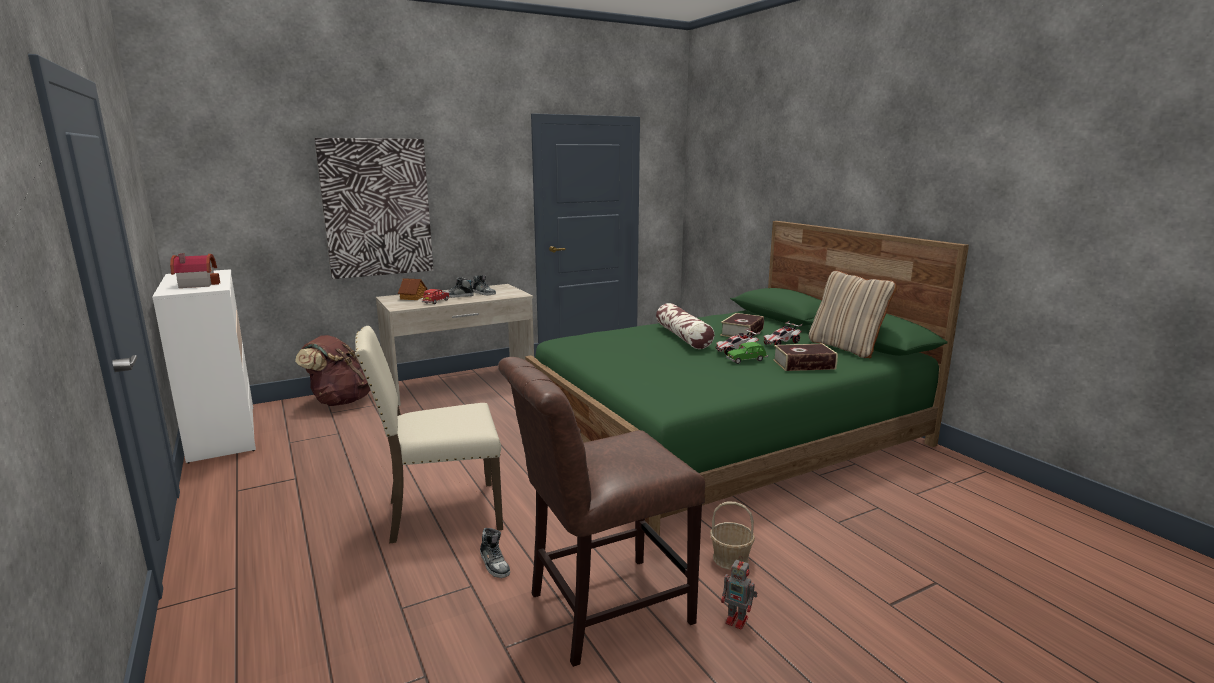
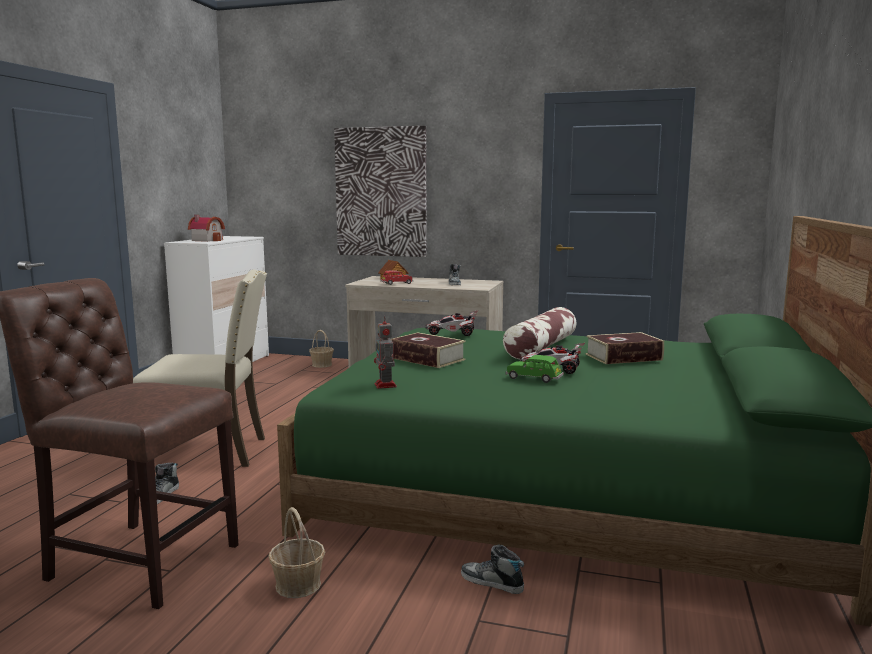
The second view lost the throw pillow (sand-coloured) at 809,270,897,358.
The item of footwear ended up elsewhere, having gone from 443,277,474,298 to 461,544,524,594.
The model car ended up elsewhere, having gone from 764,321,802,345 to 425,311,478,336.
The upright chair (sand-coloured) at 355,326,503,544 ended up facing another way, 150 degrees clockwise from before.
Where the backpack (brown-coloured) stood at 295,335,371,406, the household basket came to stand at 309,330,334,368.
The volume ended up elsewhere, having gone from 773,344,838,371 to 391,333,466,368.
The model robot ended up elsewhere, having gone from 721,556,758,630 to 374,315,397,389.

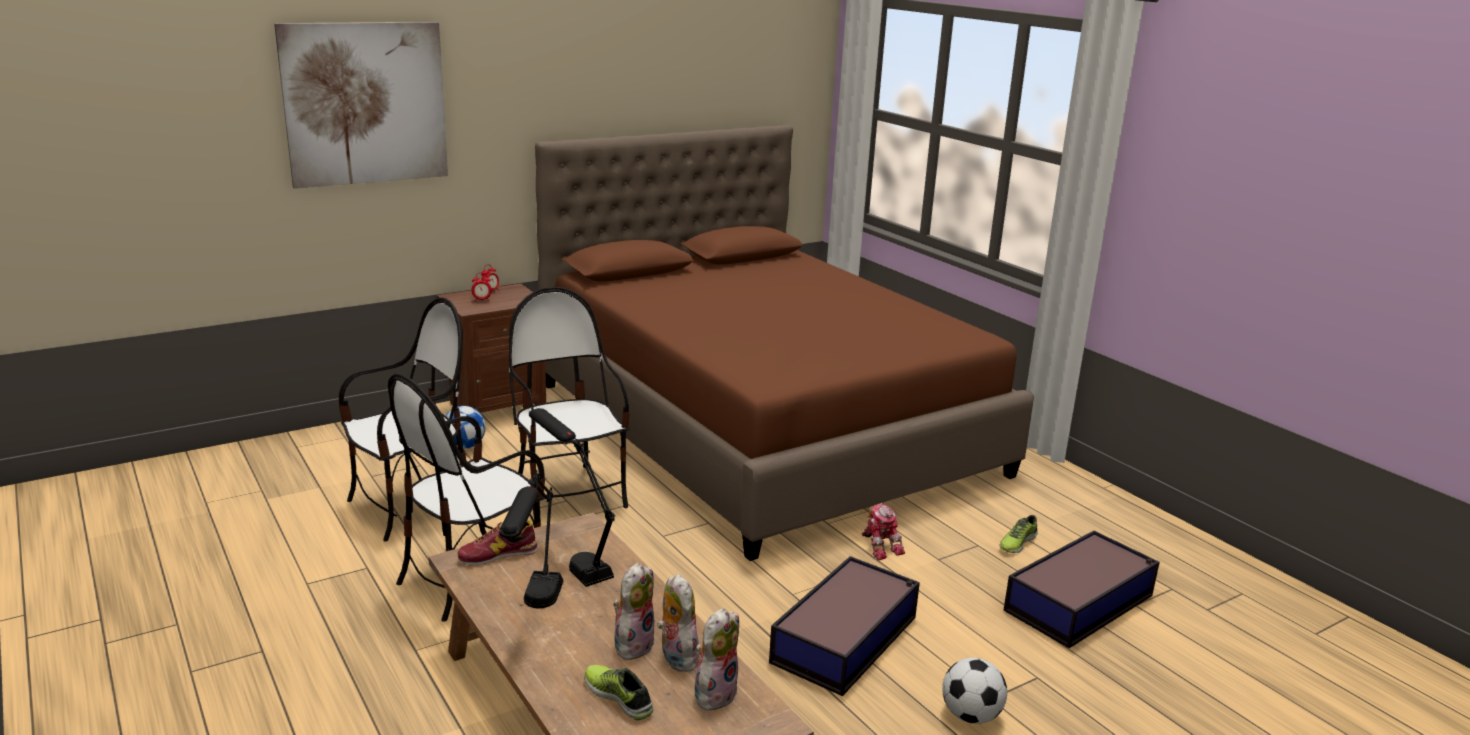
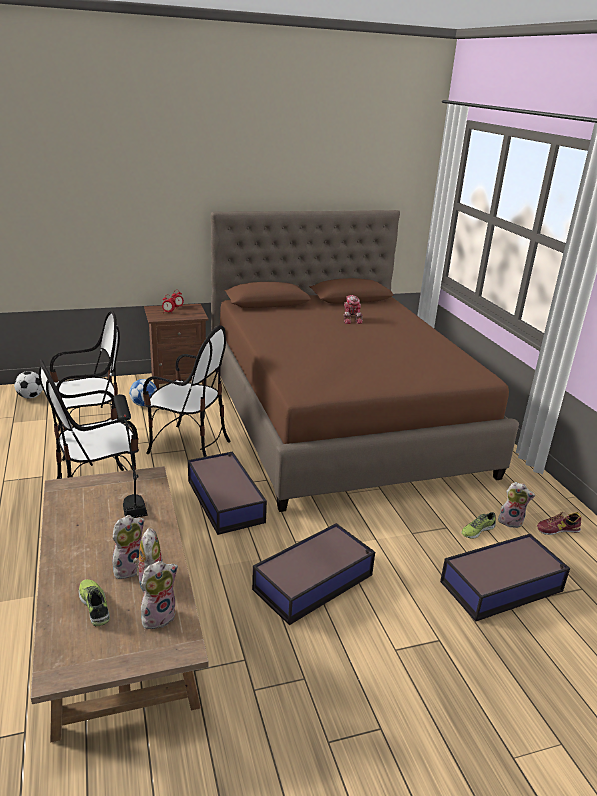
The second view lost the wall art at 274,22,448,189.
The upright chair at 509,287,630,521 ended up facing another way, 120 degrees clockwise from before.
The second view lost the lamp for a table (black) at 499,470,563,608.
The model robot ended up elsewhere, having gone from 862,504,905,560 to 343,295,363,324.
The item of footwear ended up elsewhere, having gone from 458,520,539,566 to 537,512,581,535.
The football ball ended up elsewhere, having gone from 942,658,1007,724 to 14,371,43,398.
The second view gained the storage bin at 188,451,267,535.
The second view gained the cuddly toy at 498,482,535,528.

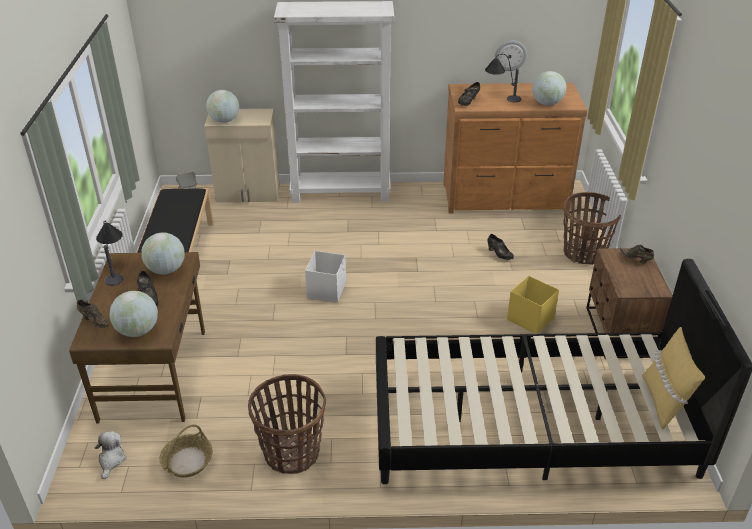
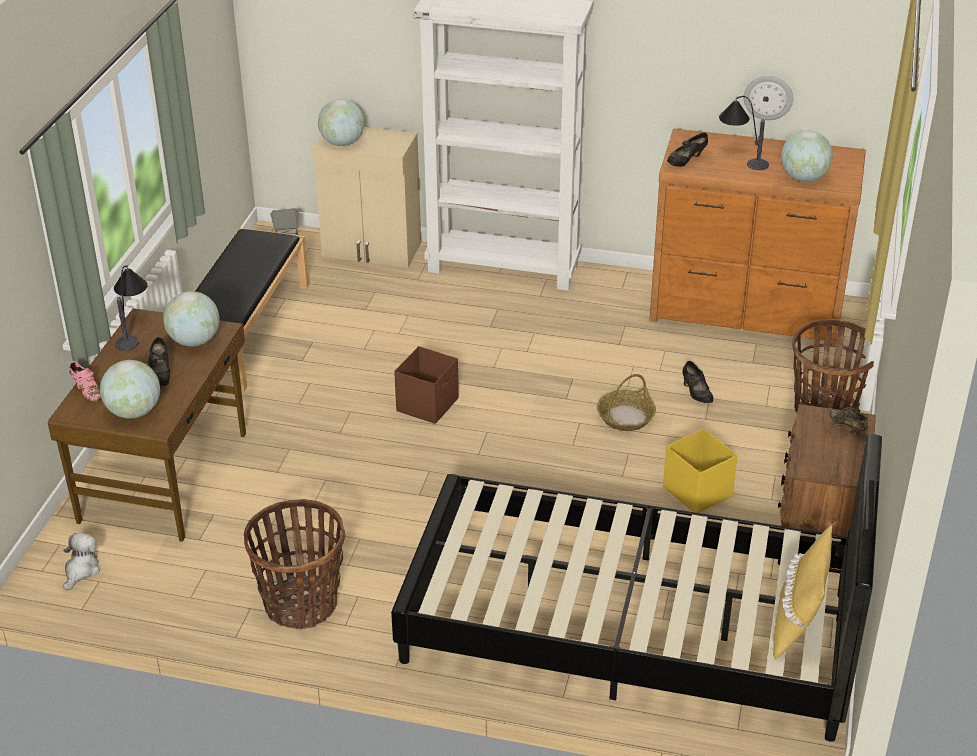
What was the storage bin (white) at 305,251,346,303 turned into the storage bin (brown-coloured) at 394,346,459,424.
What was the item of footwear (brown-coloured) at 77,299,108,328 turned into the item of footwear (pink-coloured) at 69,361,101,401.
The household basket ended up elsewhere, having gone from 159,424,213,477 to 597,374,656,431.

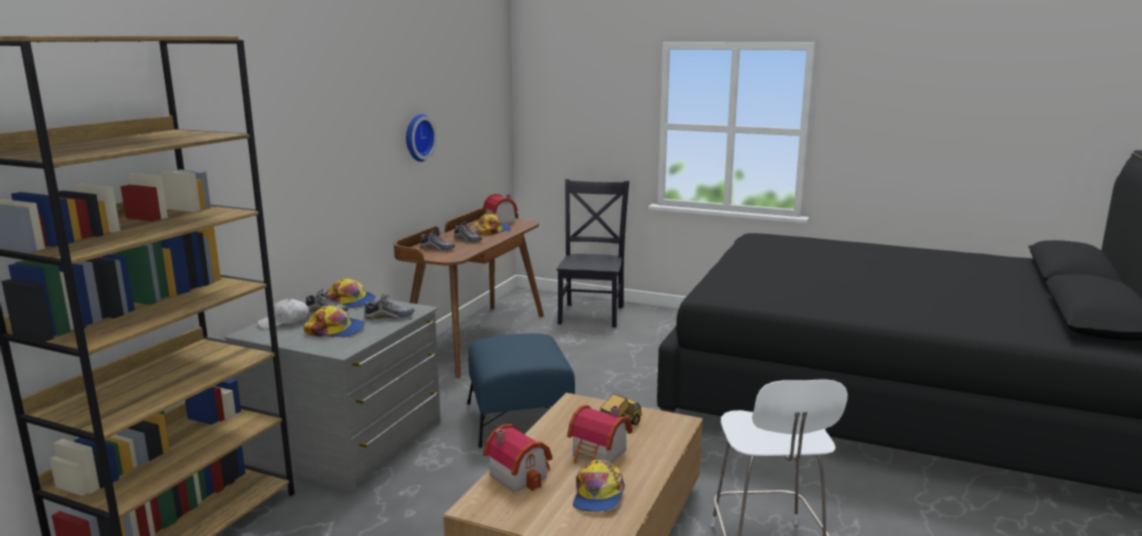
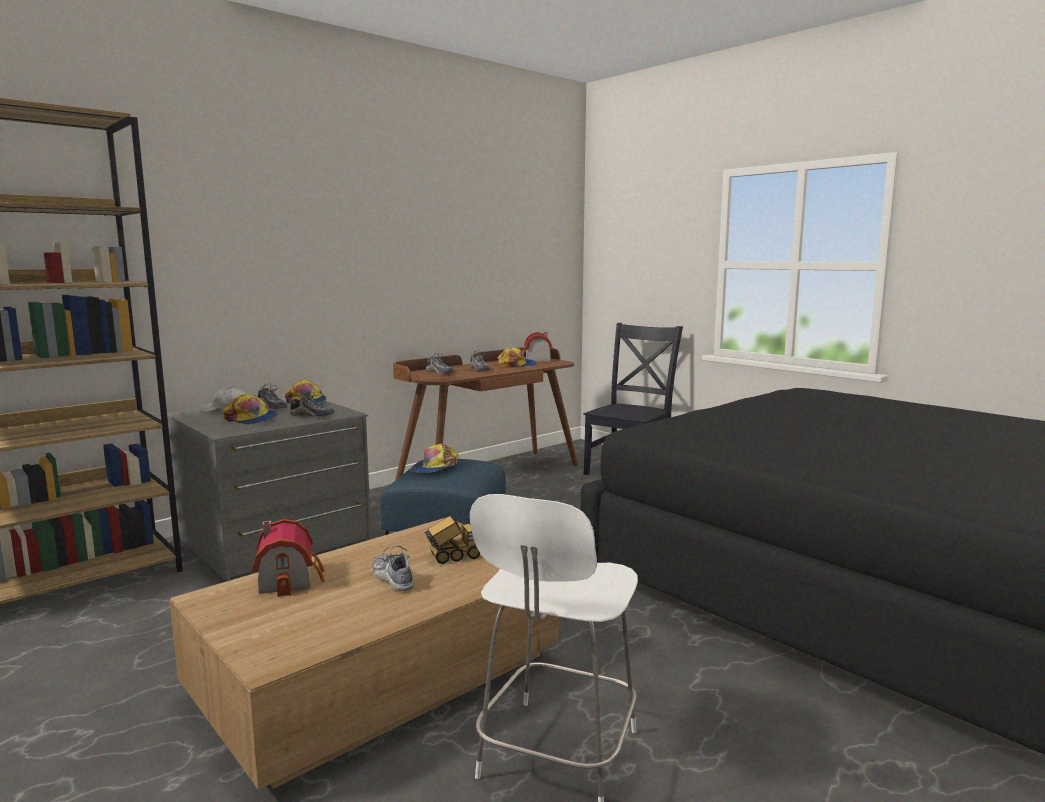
The second view lost the wall clock at 406,114,437,162.
Where the miniature house stood at 567,405,633,464, the item of footwear came to stand at 373,545,414,591.
The cap ended up elsewhere, having gone from 573,460,625,512 to 410,444,459,473.

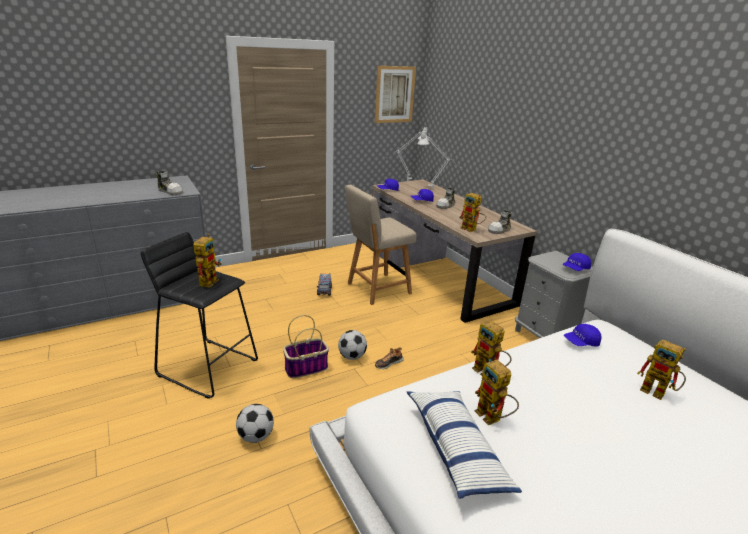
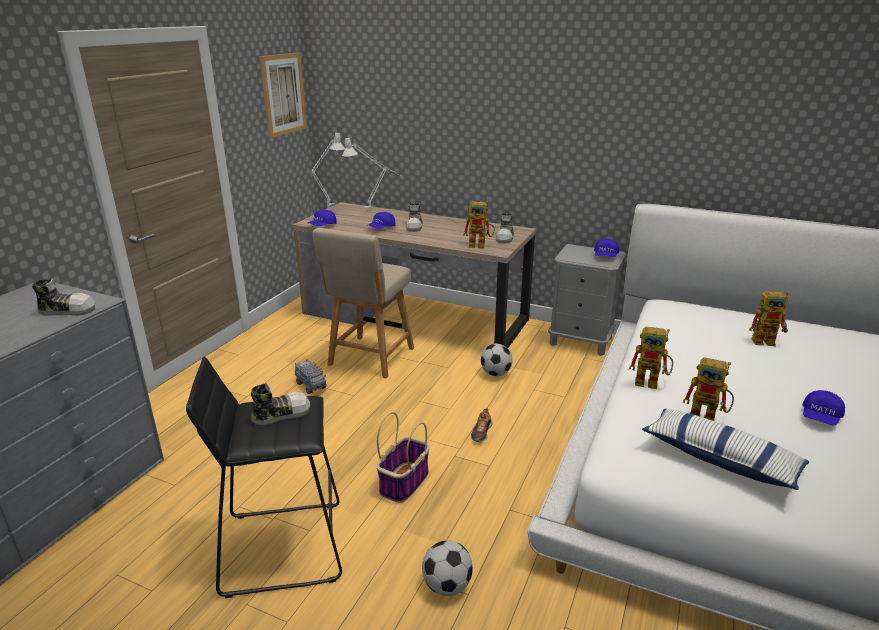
Where the model robot stood at 194,234,222,288, the item of footwear came to stand at 250,383,310,425.
The cap (blue) ended up elsewhere, having gone from 564,324,601,347 to 802,390,845,426.
The football ball ended up elsewhere, having gone from 338,330,367,360 to 481,344,513,376.

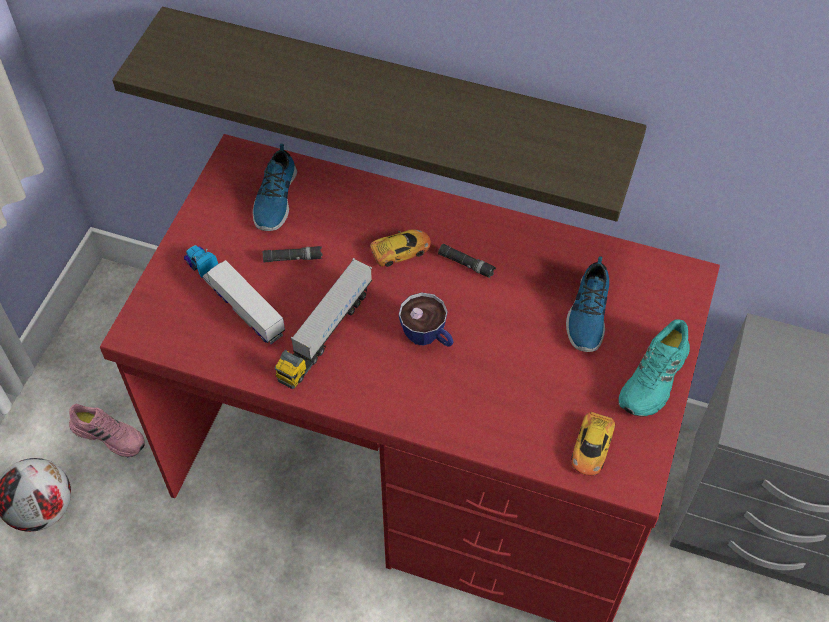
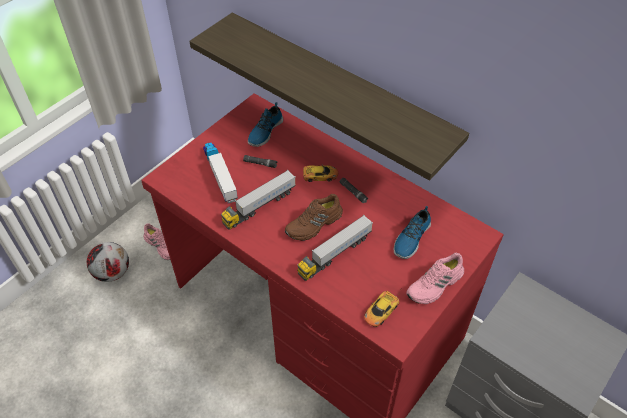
Where the cup stood at 399,292,454,347, the item of footwear (brown-coloured) came to stand at 285,194,343,241.
What was the item of footwear (turquoise-coloured) at 619,319,690,417 turned into the item of footwear (pink-coloured) at 406,253,464,304.
The second view gained the model truck at 297,215,373,281.

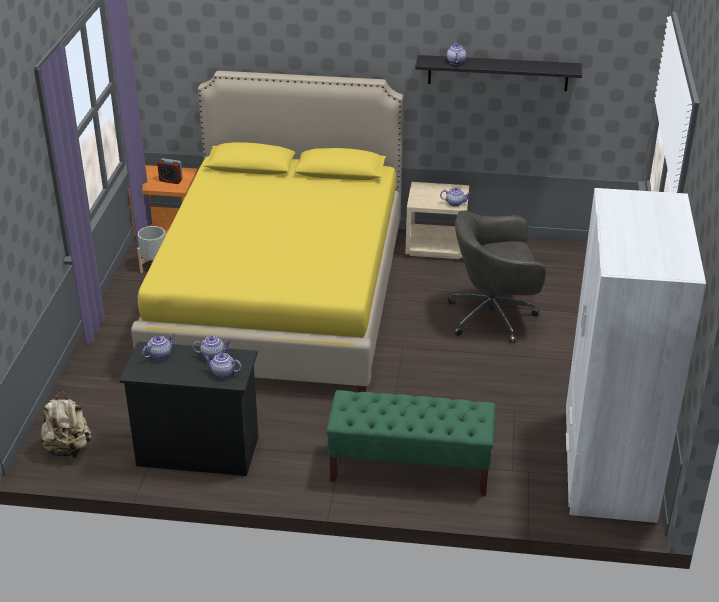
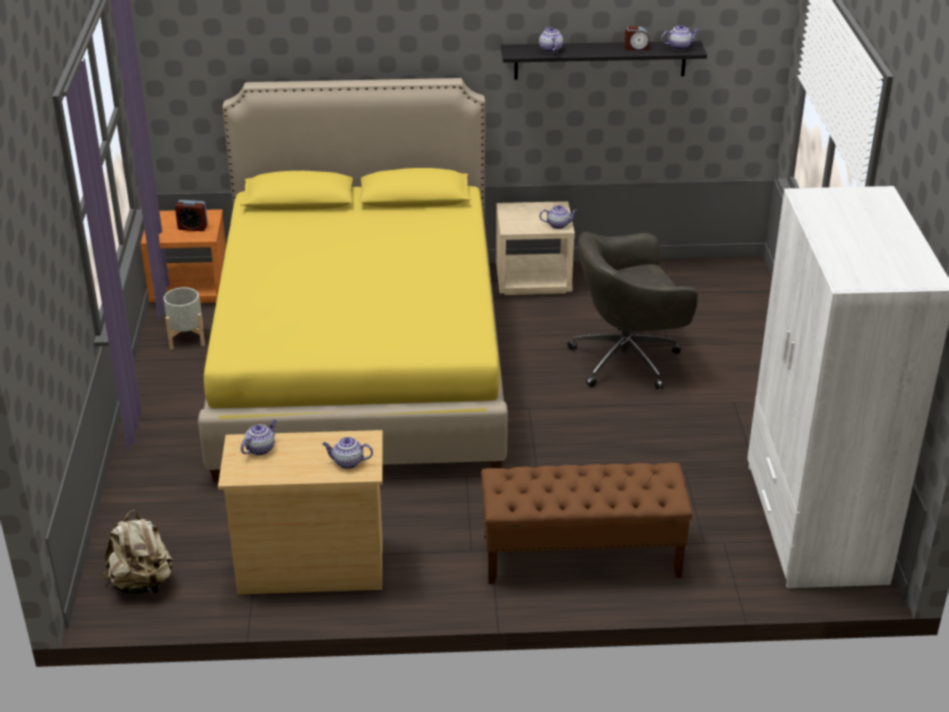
The pot for tea ended up elsewhere, having gone from 192,336,231,360 to 661,25,699,50.
What was the drawer chest (black) at 119,342,258,476 turned into the drawer chest (sand-coloured) at 218,430,383,595.
What was the bench (greenish) at 326,390,495,496 turned into the bench (brown-coloured) at 481,463,693,584.
The second view gained the bedside clock at 624,26,649,50.

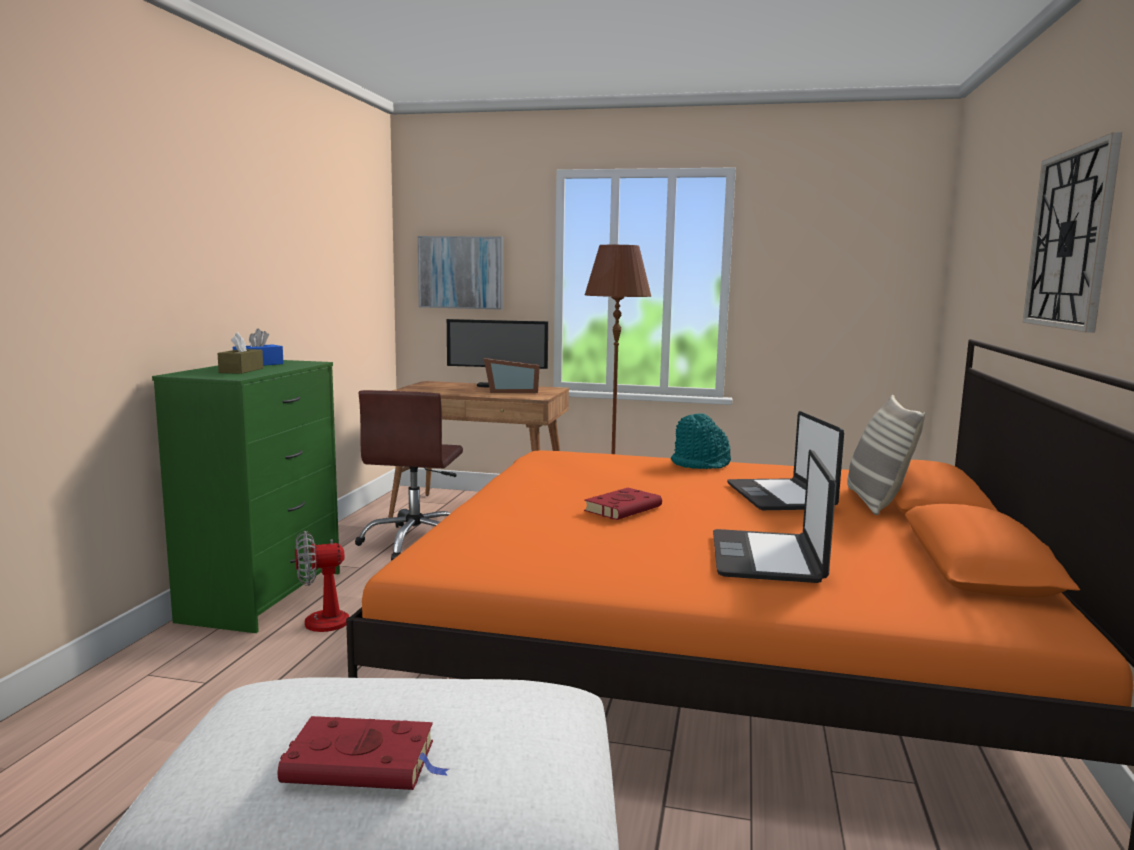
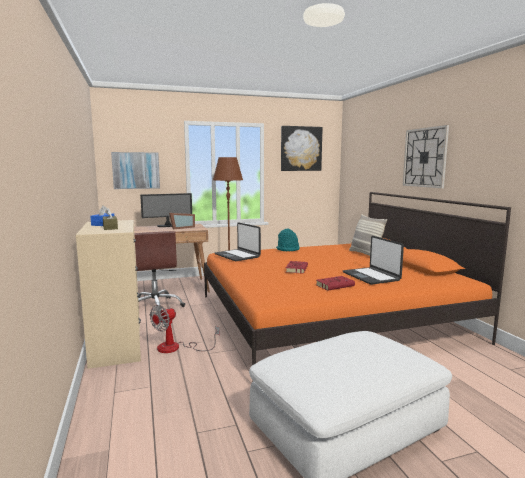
What was the drawer chest (greenish) at 152,360,340,633 turned into the drawer chest (sand-coloured) at 76,220,141,369.
The laptop ended up elsewhere, having gone from 727,411,844,510 to 215,222,261,261.
The volume (red-coloured) ended up elsewhere, having gone from 278,716,449,790 to 316,276,355,291.
The second view gained the wall art at 281,126,323,171.

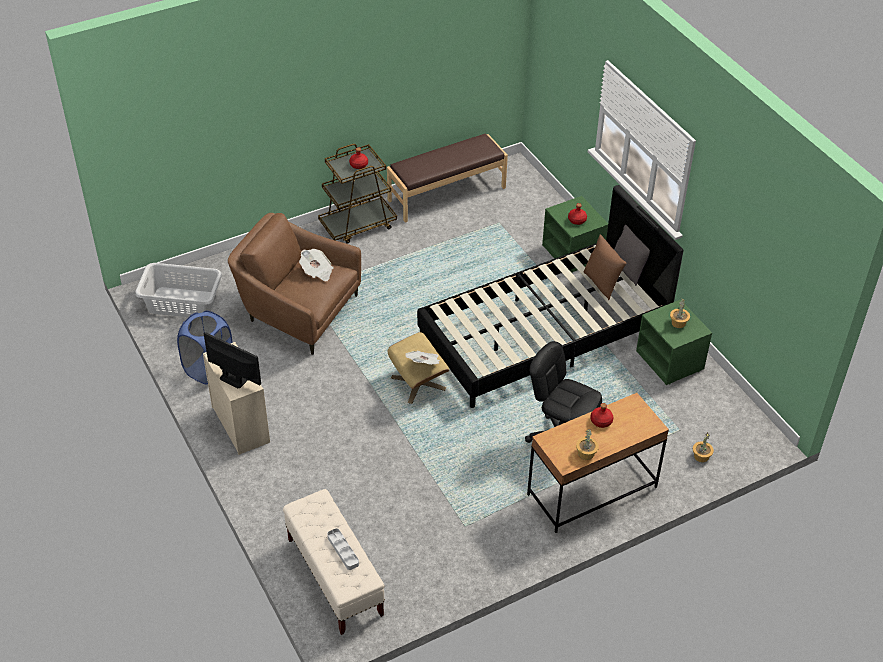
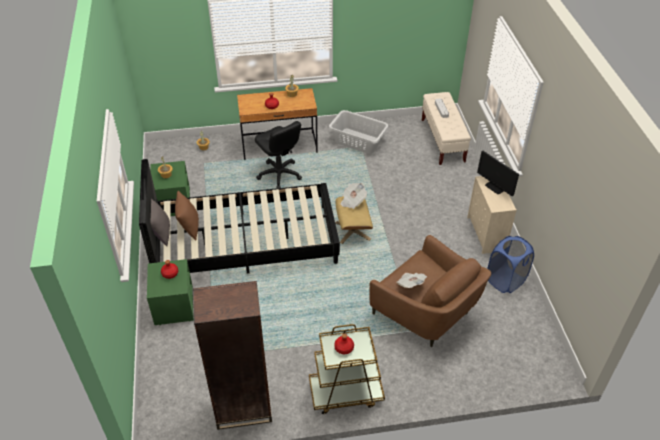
Where the bench (brown-coloured) stood at 387,134,508,223, the bookshelf (brown-coloured) came to stand at 193,281,272,430.
The hamper (gray) ended up elsewhere, having gone from 135,263,222,317 to 329,110,389,154.

